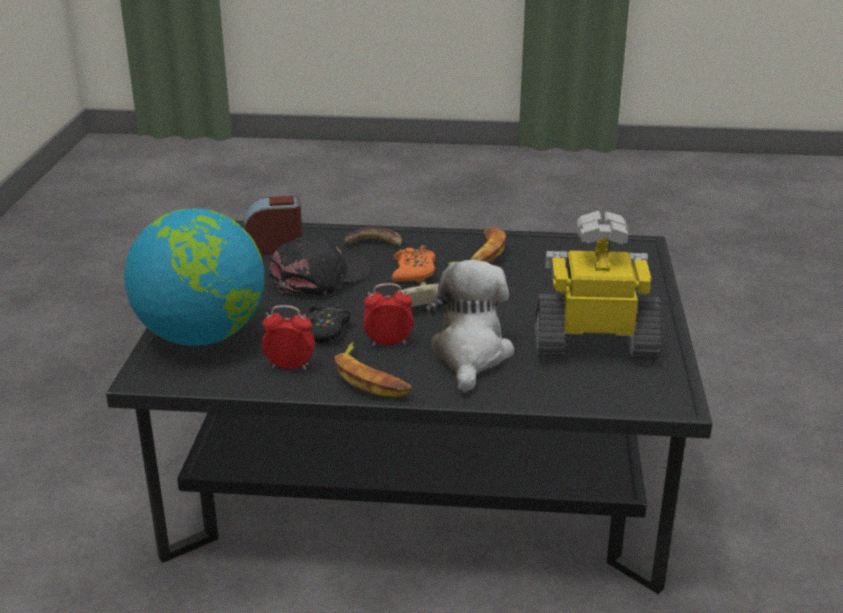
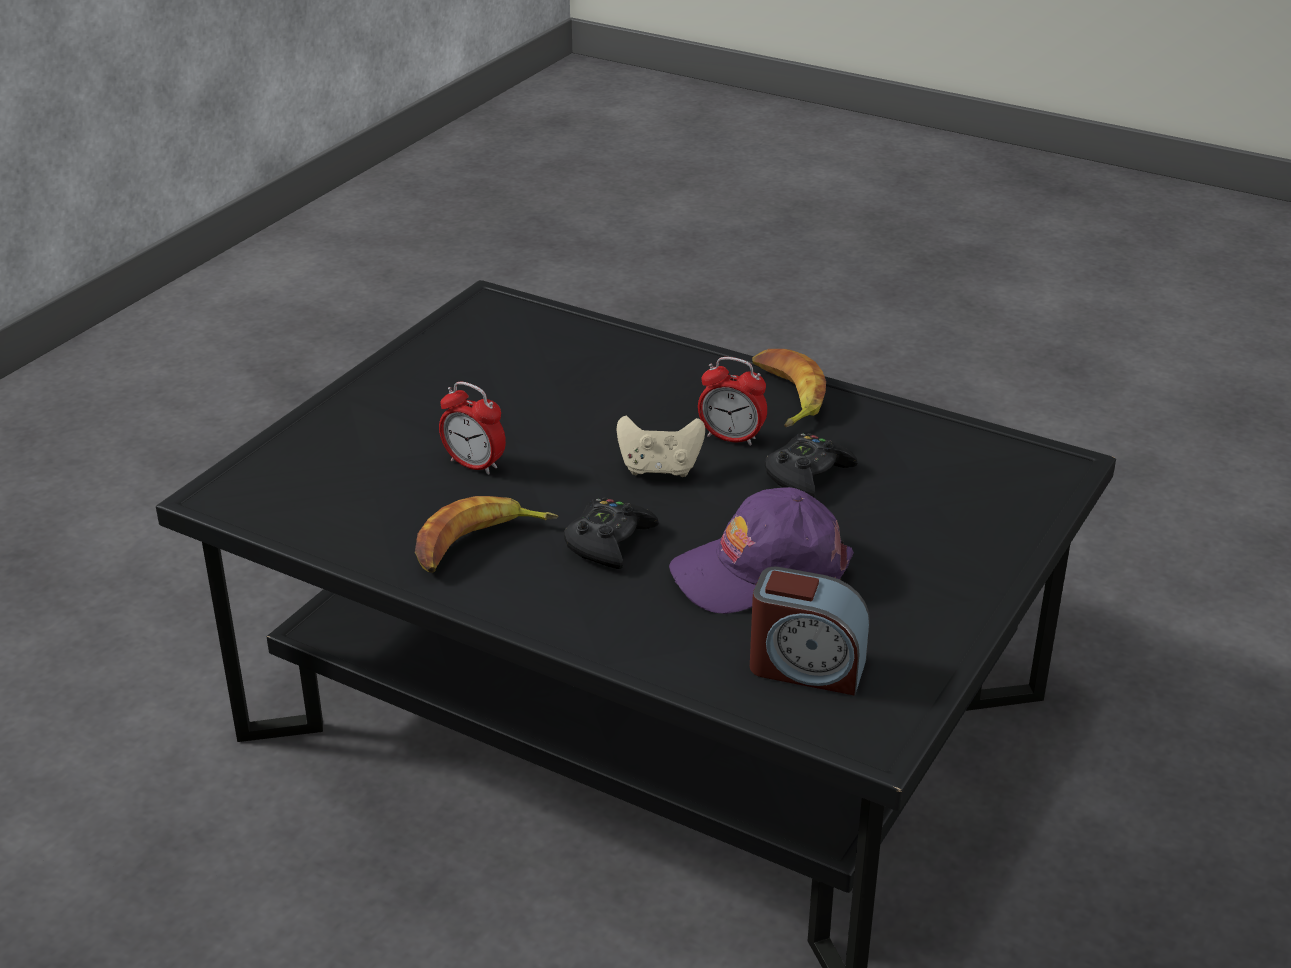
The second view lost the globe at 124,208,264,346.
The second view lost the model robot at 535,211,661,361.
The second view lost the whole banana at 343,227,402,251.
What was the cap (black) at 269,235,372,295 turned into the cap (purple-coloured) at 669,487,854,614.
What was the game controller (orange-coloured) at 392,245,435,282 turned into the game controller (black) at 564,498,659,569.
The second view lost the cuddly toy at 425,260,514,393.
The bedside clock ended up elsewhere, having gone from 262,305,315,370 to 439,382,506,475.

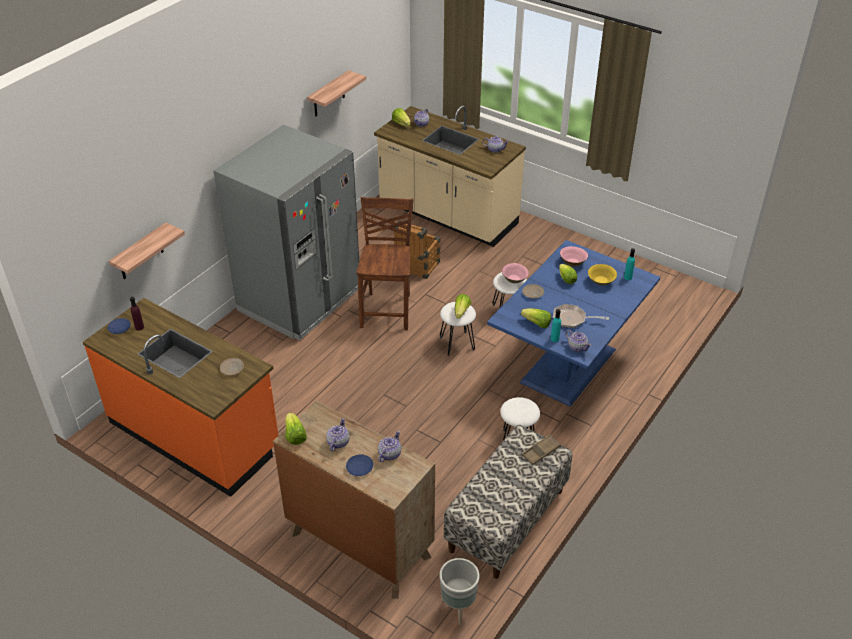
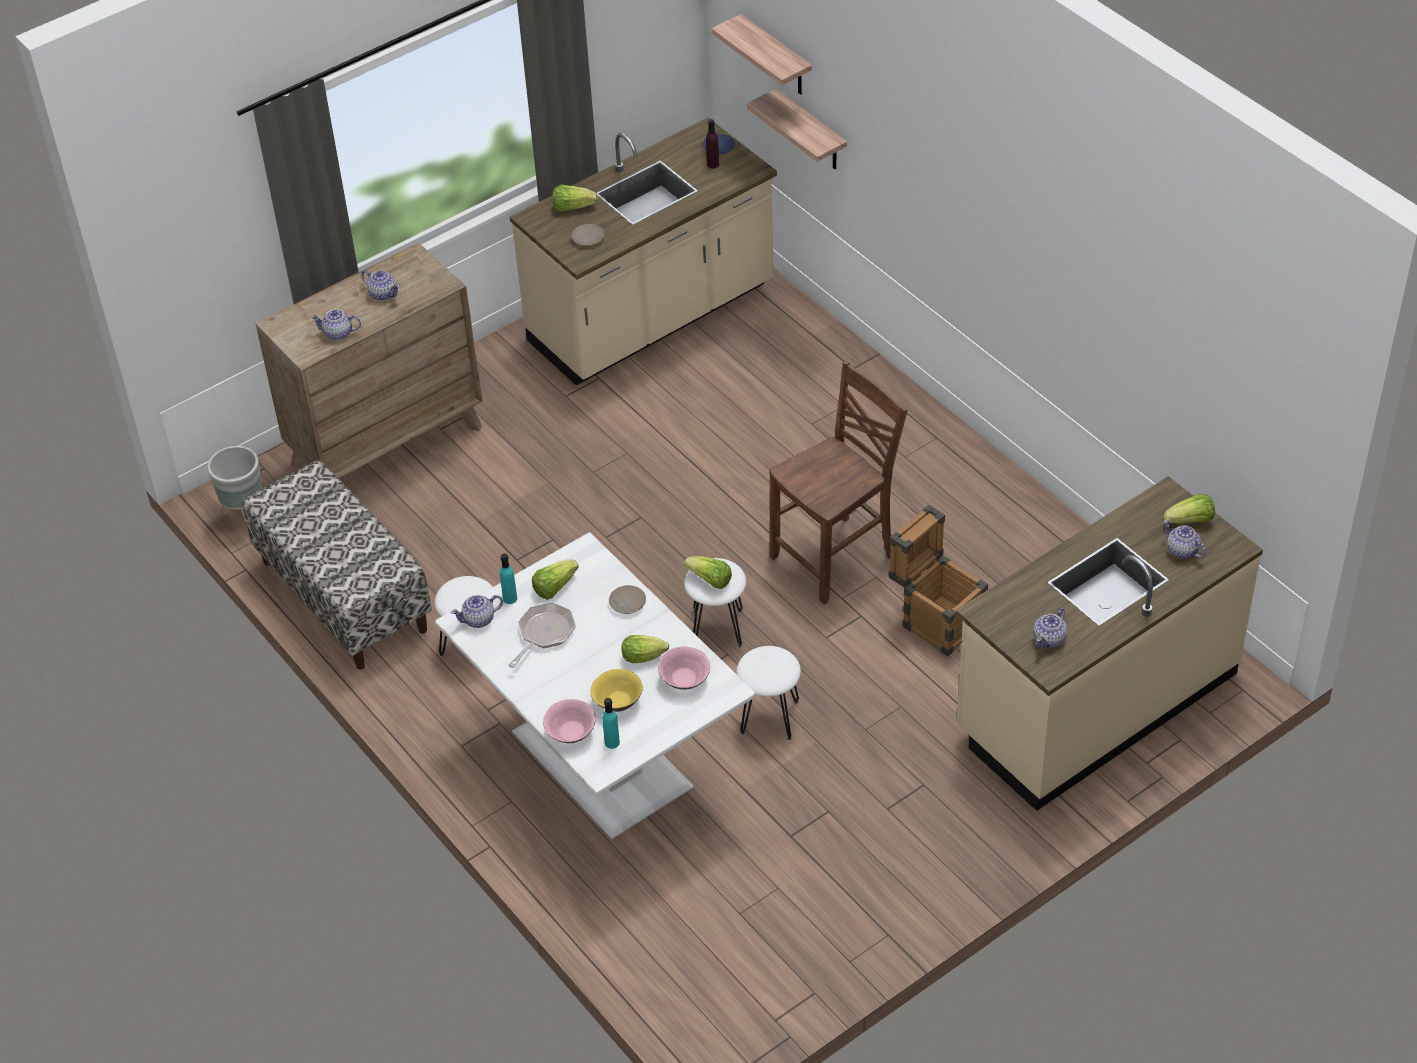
The bracket shelf ended up elsewhere, having gone from 307,70,366,116 to 711,14,812,95.
The second view lost the refrigerator (gray) at 214,125,359,341.
The upright chair (brown-coloured) at 356,197,414,330 ended up facing another way, 60 degrees counterclockwise from before.
What was the dinner table (blue) at 487,240,660,407 turned into the dinner table (white) at 435,532,755,839.
The bowl (pink-coloured) ended up elsewhere, having gone from 502,263,529,283 to 543,699,596,743.
What was the kitchen counter (orange-coloured) at 83,298,279,497 turned into the kitchen counter (sand-coloured) at 510,117,777,386.
The lettuce ended up elsewhere, having gone from 285,413,307,445 to 552,185,598,212.
The pot for tea at 378,430,401,462 ended up facing another way, 135 degrees clockwise from before.
The second view lost the serving tray (brown-coloured) at 521,435,561,465.
The second view lost the plate (blue) at 346,454,373,476.

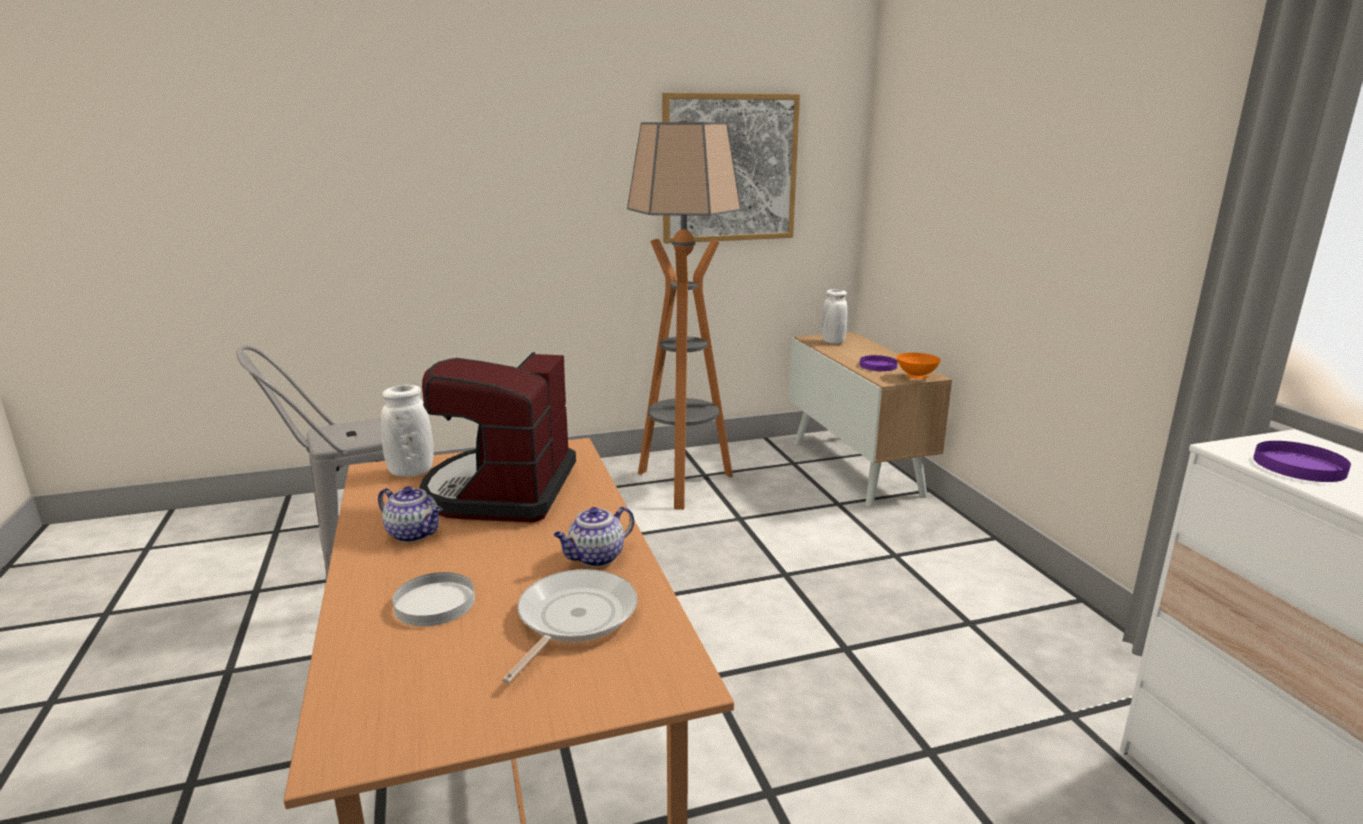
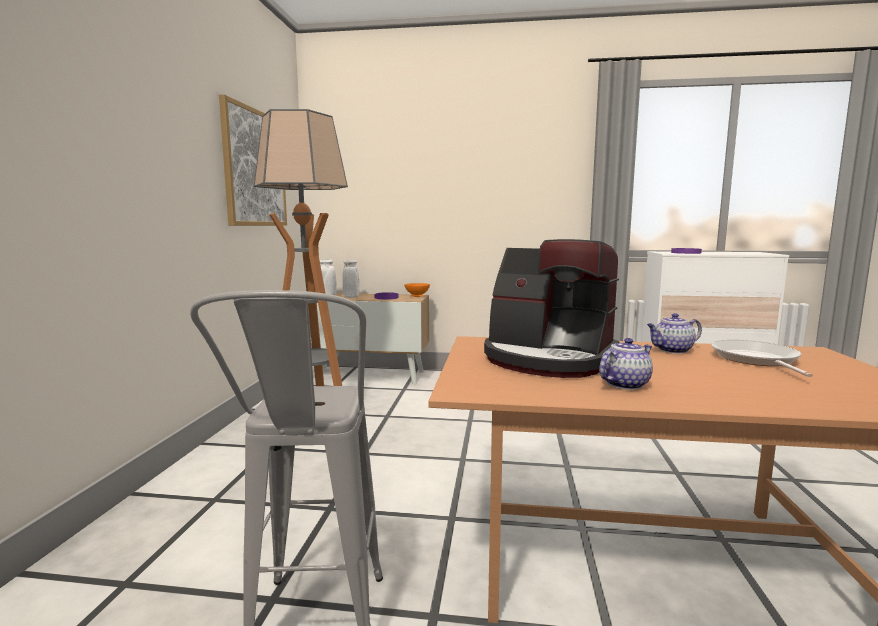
The decorative vase (white) ended up elsewhere, having gone from 381,385,434,477 to 343,260,359,298.
The pot for tea at 554,506,634,567 ended up facing another way, 90 degrees clockwise from before.
The frying pan at 502,569,637,684 ended up facing another way, 45 degrees clockwise from before.
The second view lost the plate (white) at 392,572,475,626.

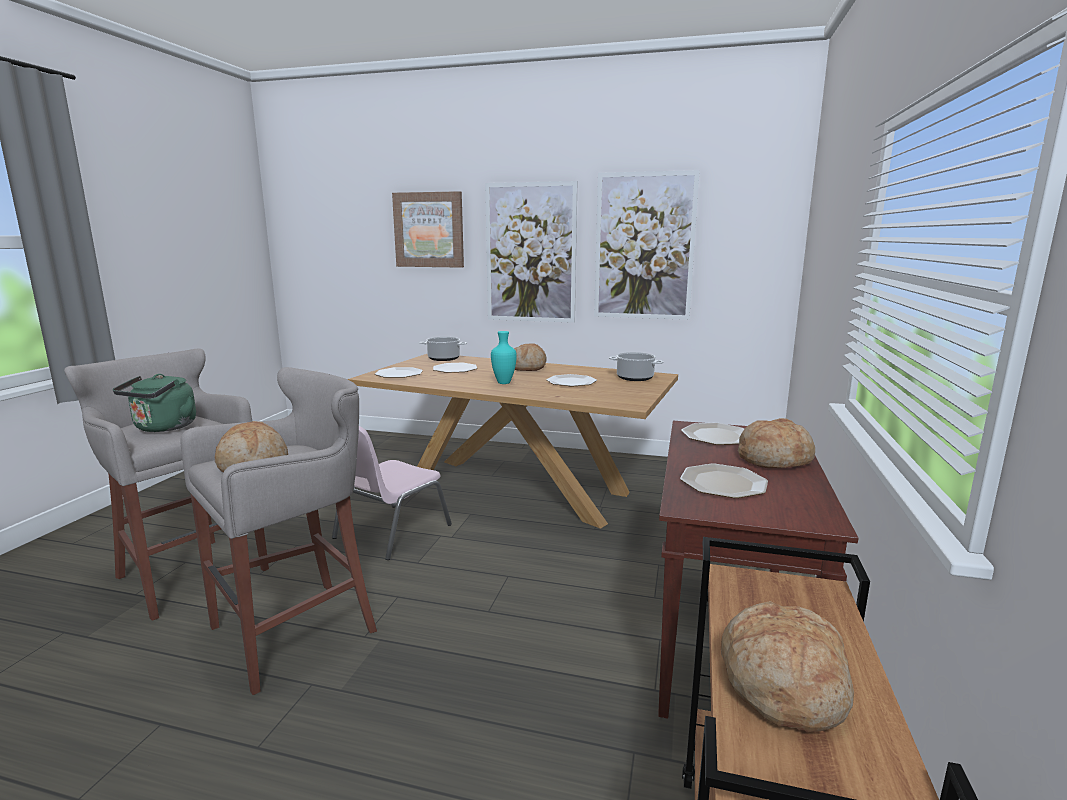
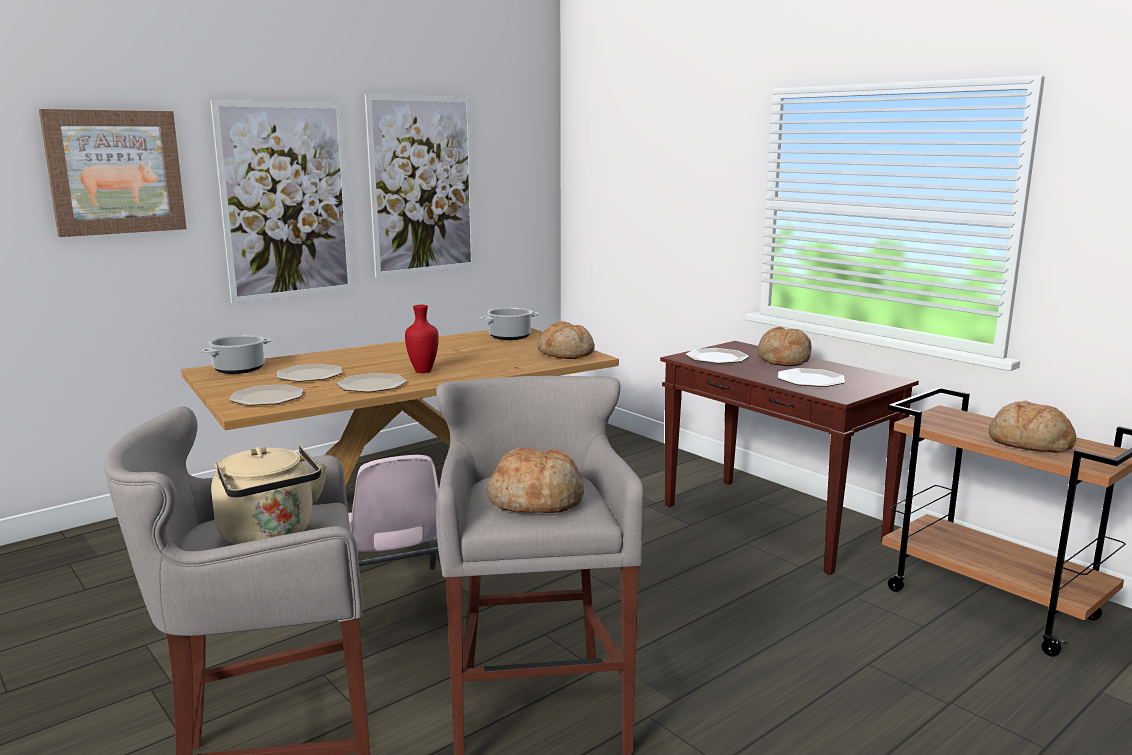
What was the decorative vase (turquoise-coloured) at 491,331,517,384 turned into the decorative vase (red-coloured) at 405,305,439,373.
The baked bread ended up elsewhere, having gone from 514,343,547,371 to 537,321,595,359.
What was the kettle (greenish) at 113,374,196,432 turned into the kettle (sand-coloured) at 211,445,327,544.
The plate ended up elsewhere, having gone from 546,374,597,387 to 336,373,407,392.

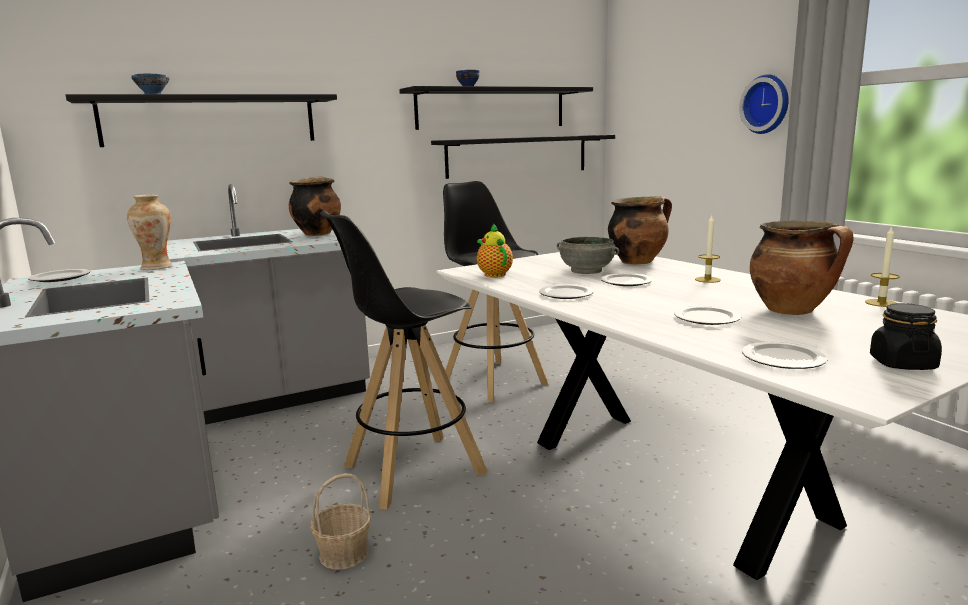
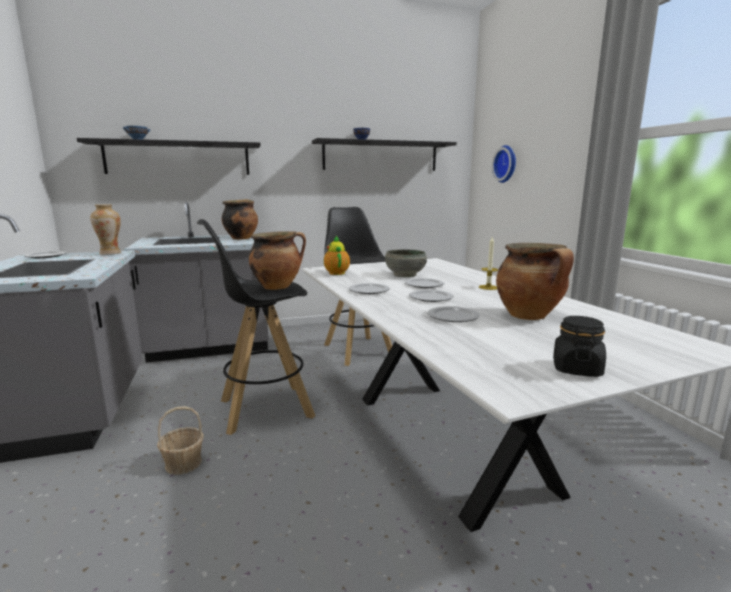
The wall clock ended up elsewhere, having gone from 739,74,789,134 to 492,145,516,183.
The second view lost the bracket shelf (black) at 431,135,615,179.
The saucepot ended up elsewhere, having gone from 608,196,672,265 to 249,231,306,290.
The second view lost the candle at 865,226,900,307.
The plate ended up elsewhere, having gone from 742,342,828,369 to 409,290,453,302.

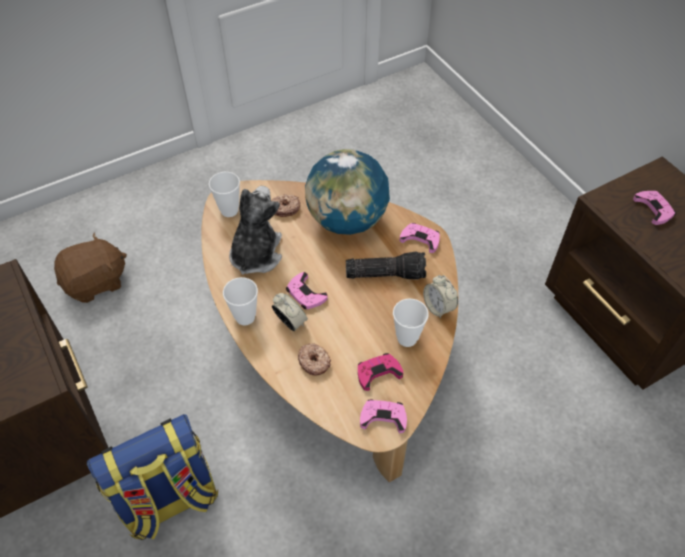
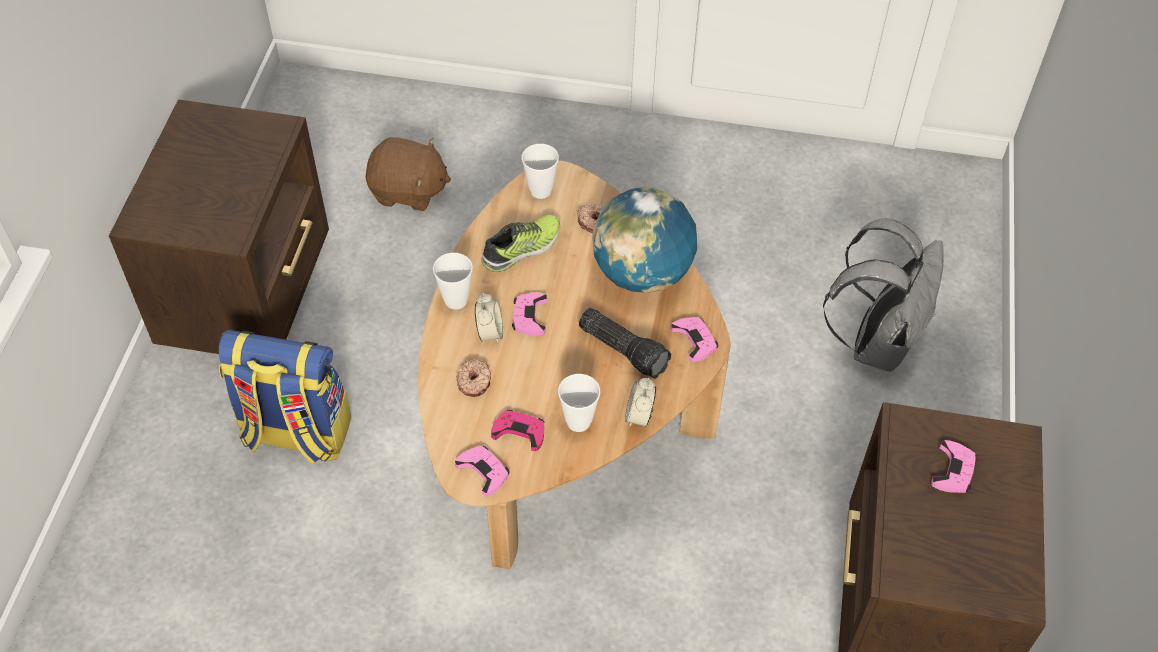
Where the cuddly toy stood at 229,186,282,275, the item of footwear came to stand at 482,215,560,272.
The second view gained the backpack (gray) at 823,218,944,372.

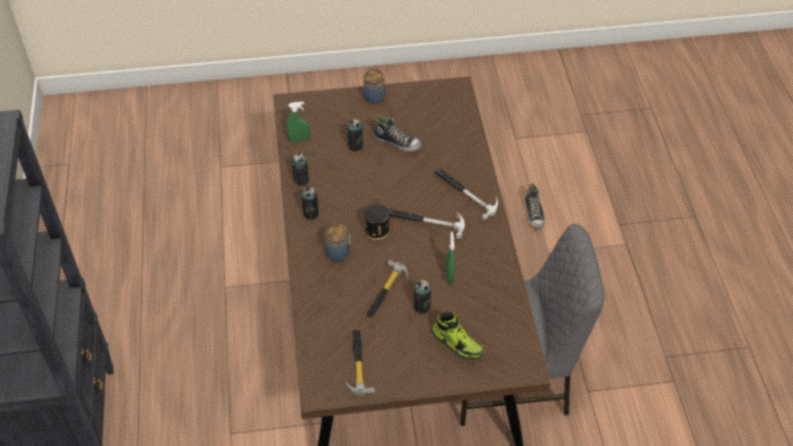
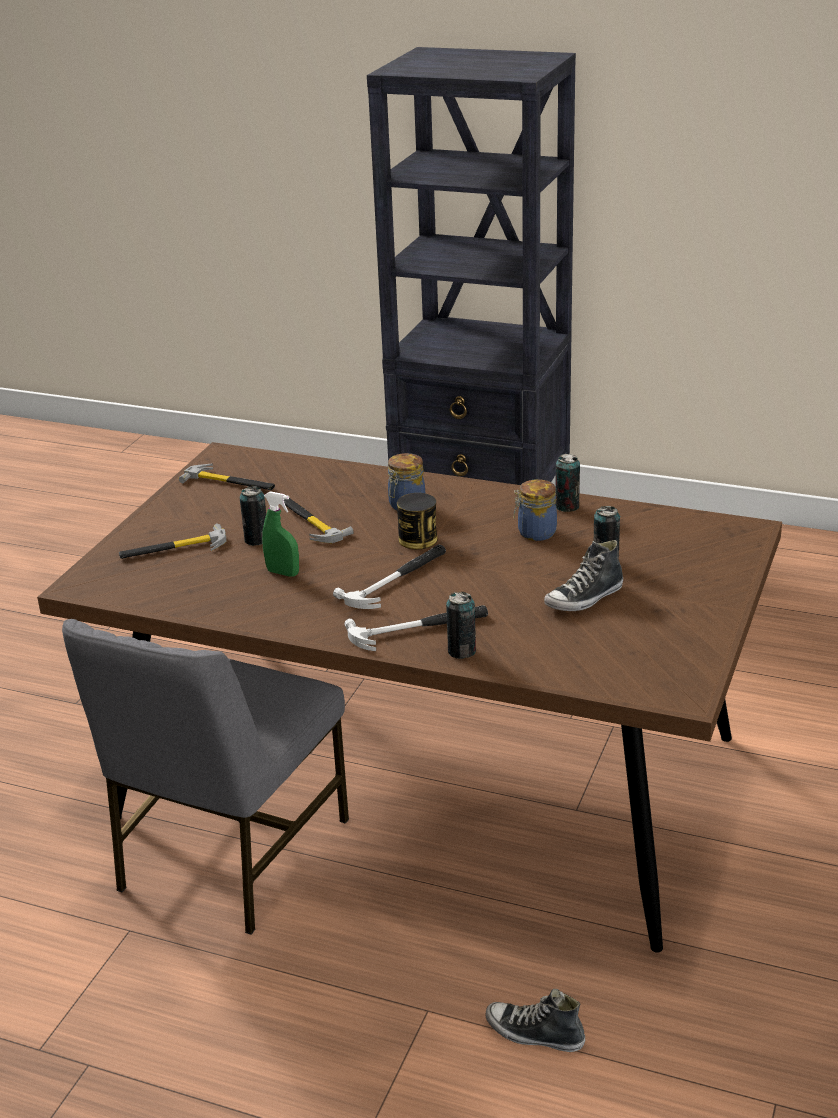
The storage jar ended up elsewhere, having gone from 363,69,385,104 to 514,479,557,541.
The second view lost the sprayer (greenish) at 286,102,310,143.
The sealed can ended up elsewhere, having gone from 301,186,319,220 to 446,592,476,659.
Where the item of footwear stood at 432,311,485,361, the tool hammer came to stand at 119,523,226,559.

